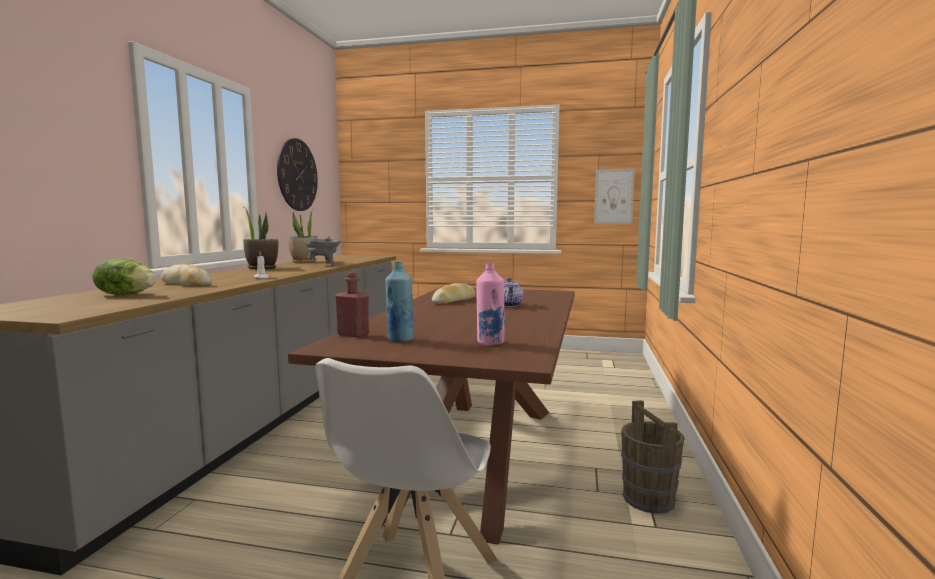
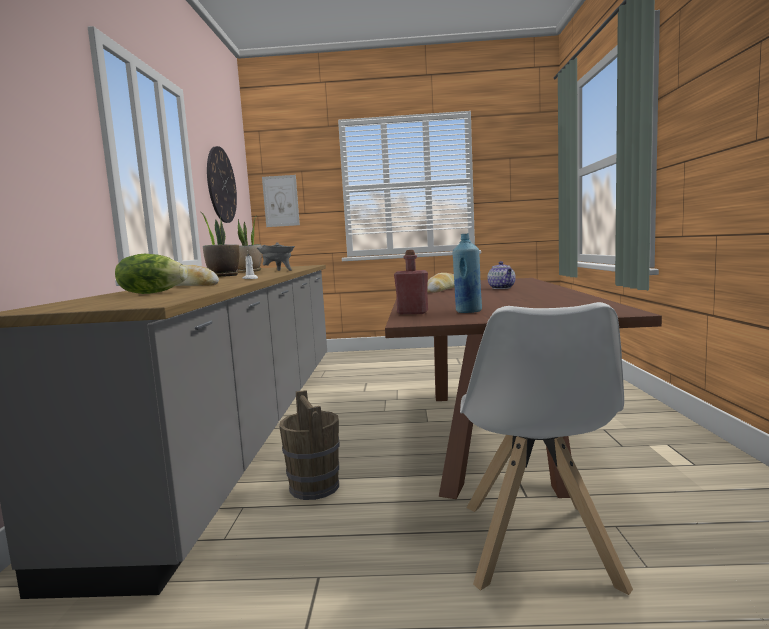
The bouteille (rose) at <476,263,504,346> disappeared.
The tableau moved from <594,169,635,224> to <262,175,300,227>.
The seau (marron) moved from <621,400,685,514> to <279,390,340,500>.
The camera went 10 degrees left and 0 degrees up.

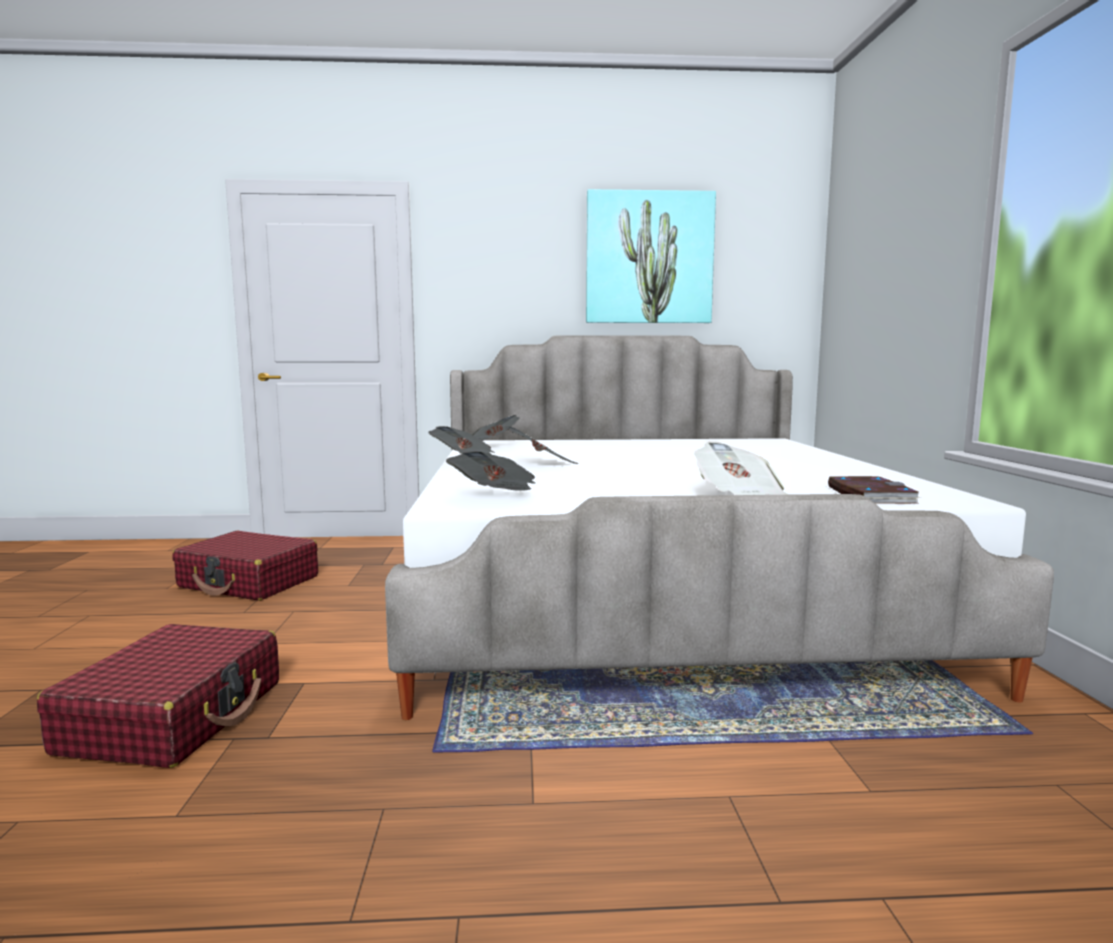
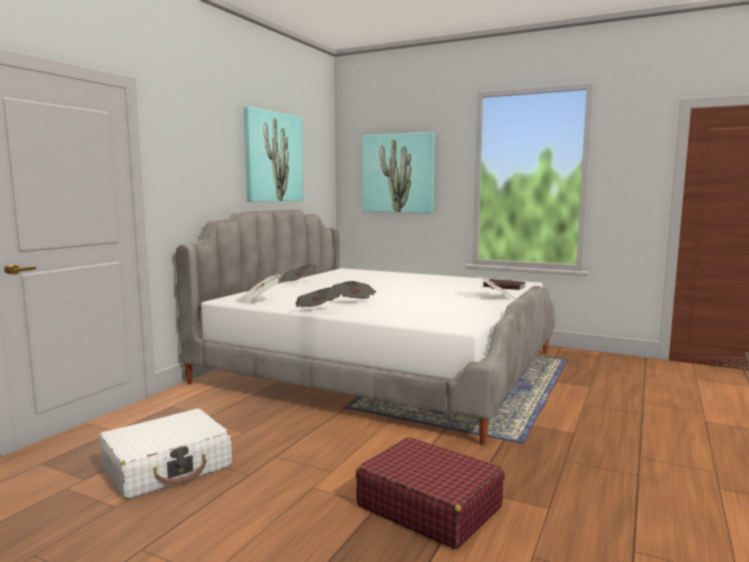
The tableau at <362,132,435,213> appeared.
The journal moved from <446,451,535,491> to <281,264,318,281>.
The valise (rouge) at <172,530,318,601> became the valise (blanc) at <99,409,232,499>.
The camera went 60 degrees left and 0 degrees up.

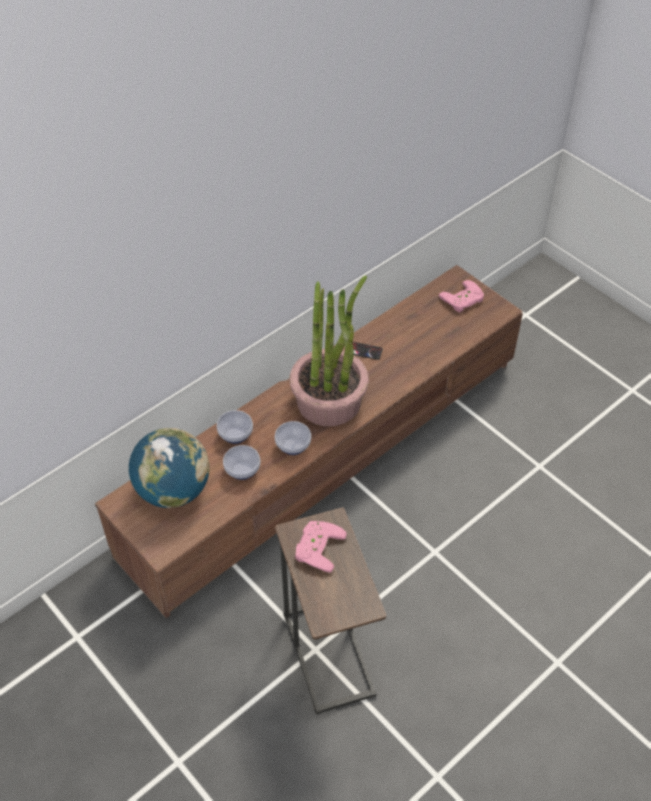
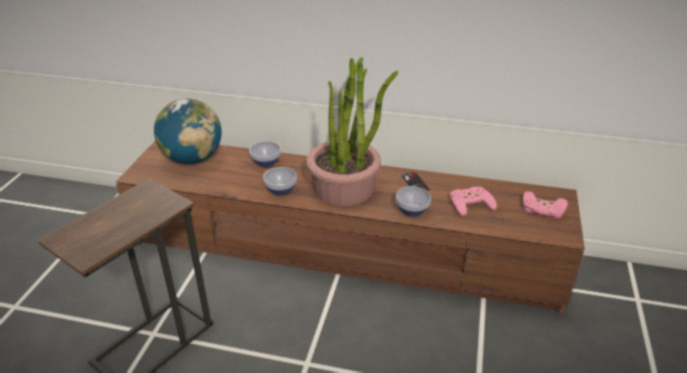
The bol moved from <223,445,260,480> to <396,186,431,217>.
The manette (rose) moved from <295,521,347,573> to <450,187,497,216>.
The camera went 55 degrees right and 15 degrees down.

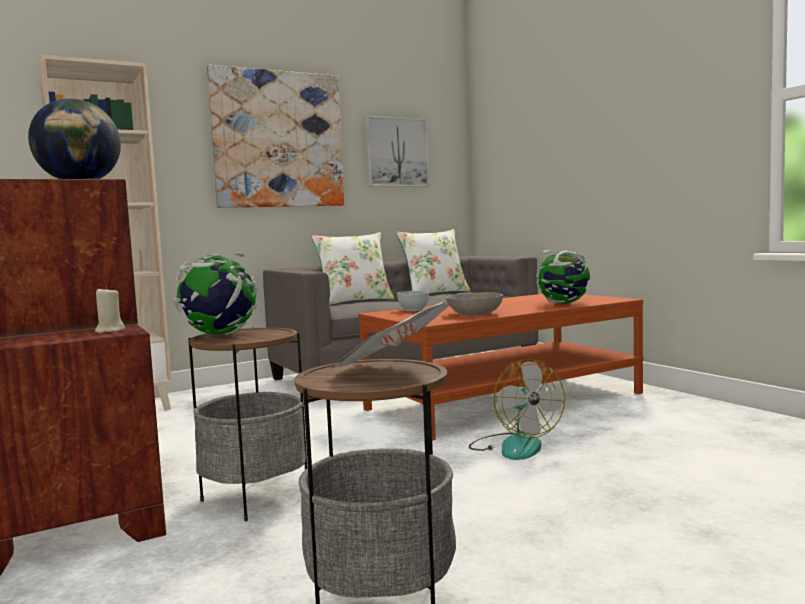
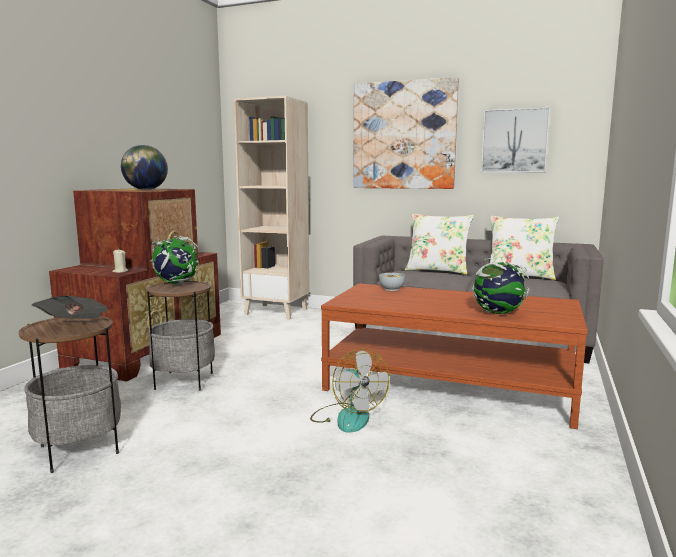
The bol (gris) at <446,292,503,315> disappeared.
The ventilateur at <469,359,565,460> turned 60 degrees counterclockwise.
The camera went 50 degrees right and 5 degrees up.

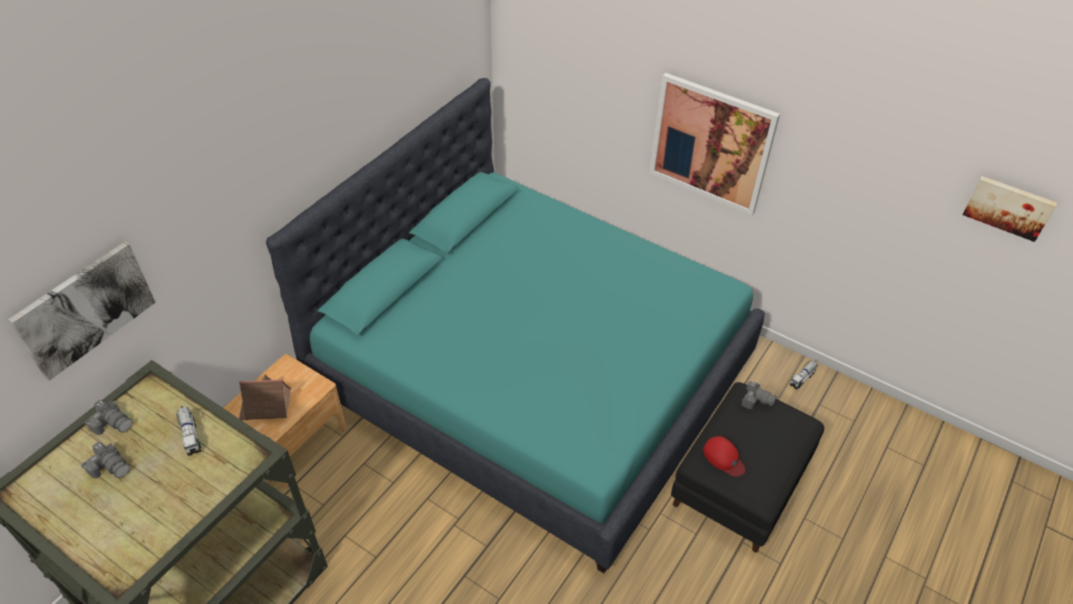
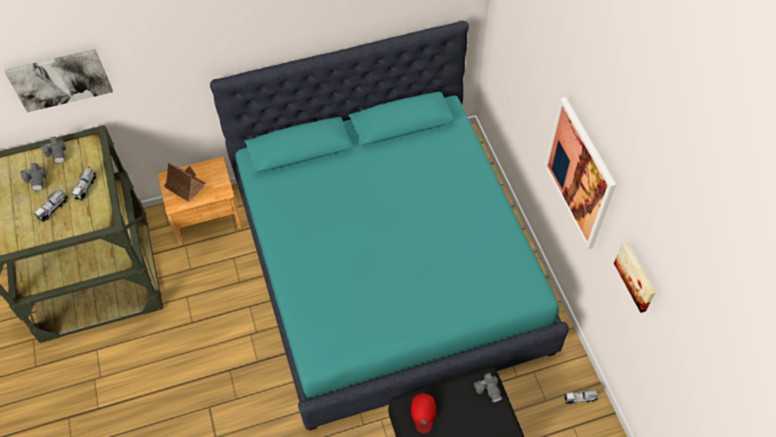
The camion jouet at <34,190,68,222> appeared.
The tableau moved from <963,176,1057,242> to <614,242,656,313>.
The camera went 40 degrees right and 10 degrees up.

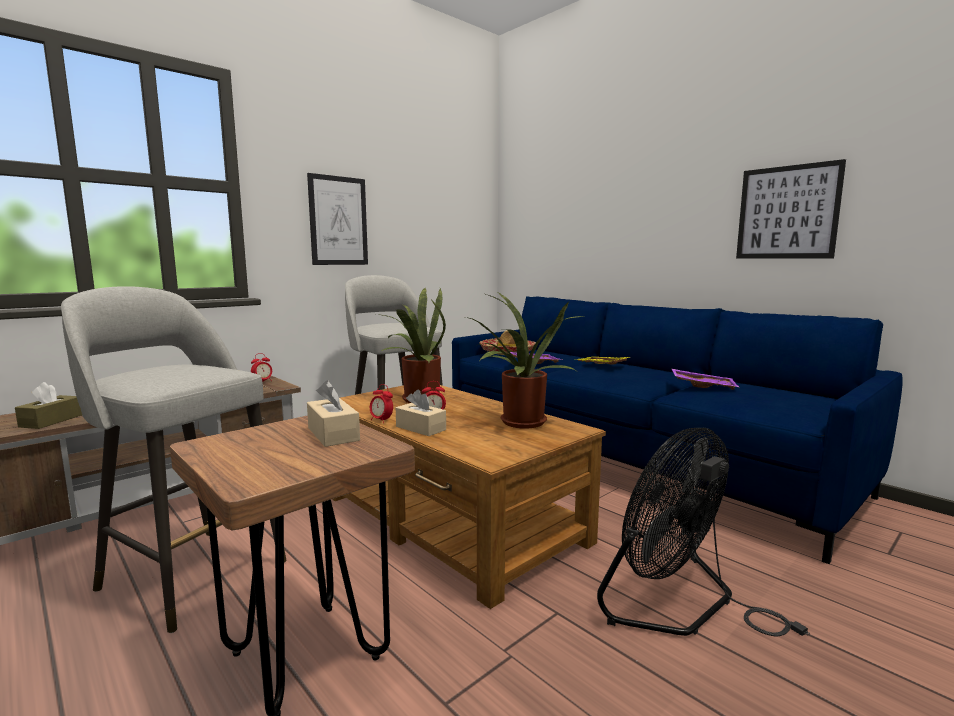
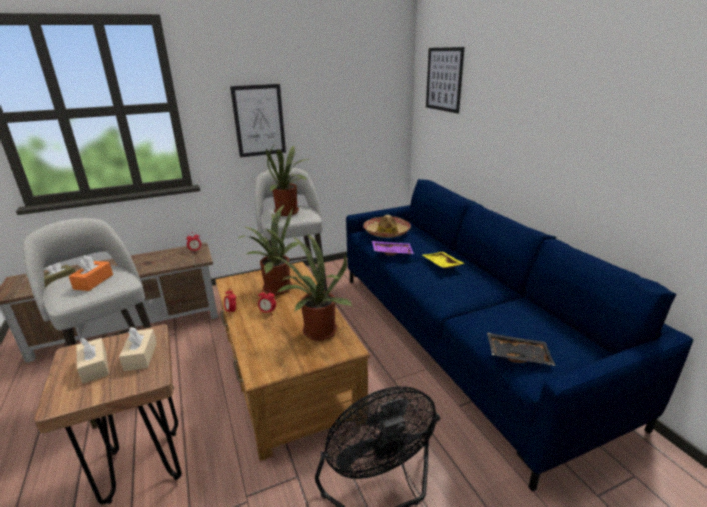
The plateau (violet) at <672,369,739,390> disappeared.
The boîte à mouchoirs (orange) at <69,255,113,291> appeared.
The plante en pot at <266,145,310,216> appeared.
The plateau (noir) at <487,333,555,366> appeared.
The boîte à mouchoirs (beige) moved from <396,390,446,436> to <76,338,109,383>.
The tableau moved from <736,159,846,259> to <426,47,464,113>.
The camera went 20 degrees right and 15 degrees up.

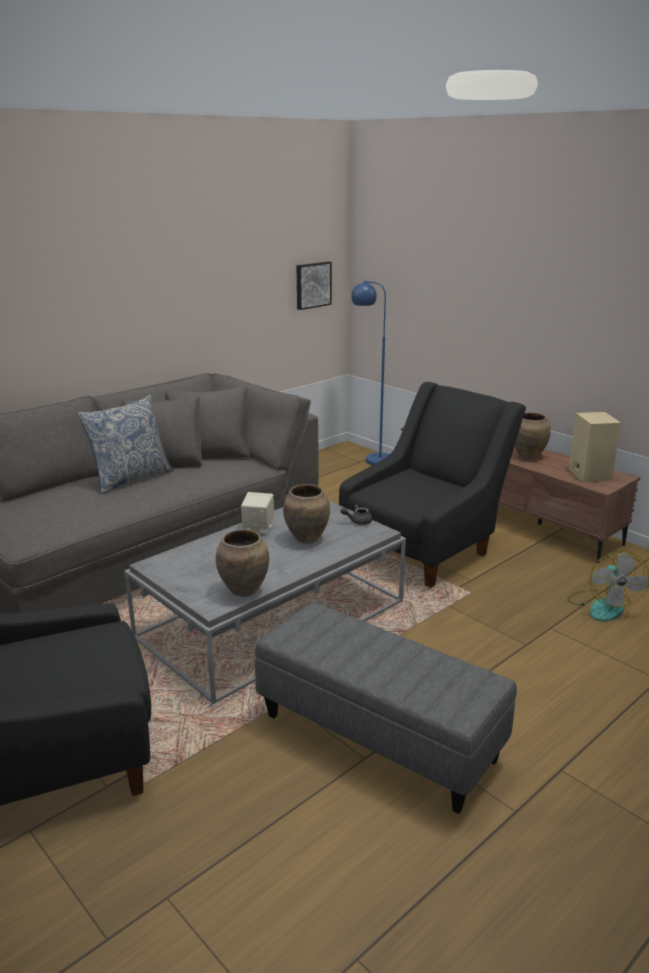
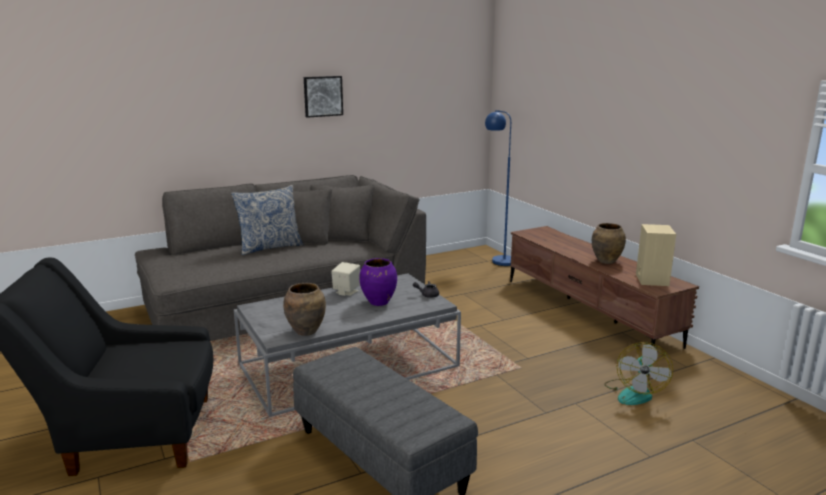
The fauteuil (noir) at <339,382,526,588> disappeared.
The tableau moved from <297,262,332,310> to <304,76,343,118>.
The vase (marron) at <283,484,330,544> became the vase (violet) at <359,258,397,306>.
The camera went 15 degrees right and 5 degrees down.

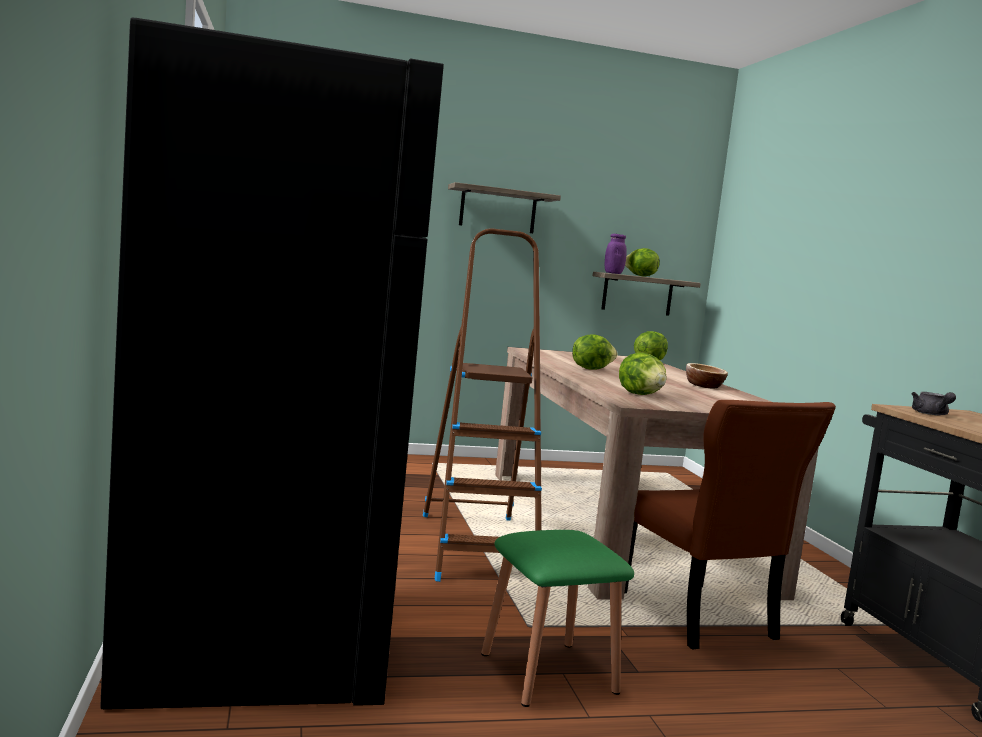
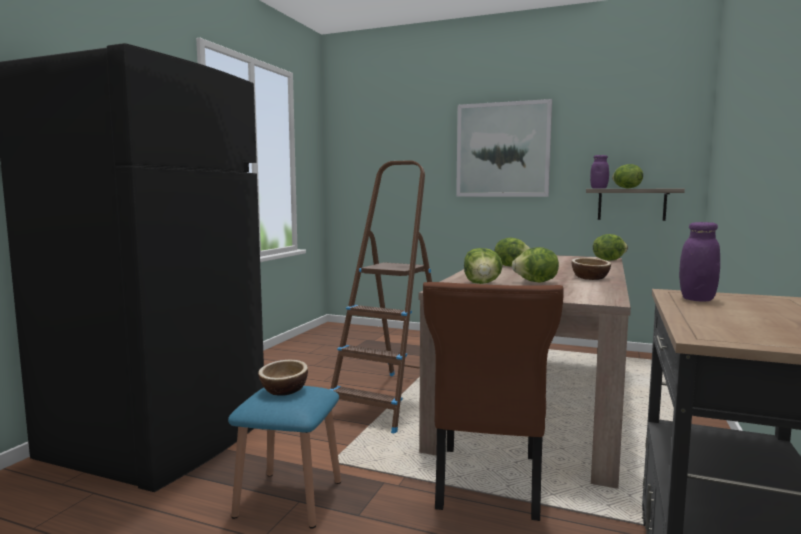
The bol at <258,360,308,396> appeared.
The laitue at <512,247,559,283> appeared.
The étagère at <448,182,561,233> was replaced by the tableau at <456,99,552,197>.
The théière (gris) at <912,392,956,416> was replaced by the bocal (violet) at <679,222,720,301>.
The tabouret (vert) at <481,530,634,707> became the tabouret (bleu) at <228,386,341,528>.
The camera went 35 degrees right and 0 degrees up.

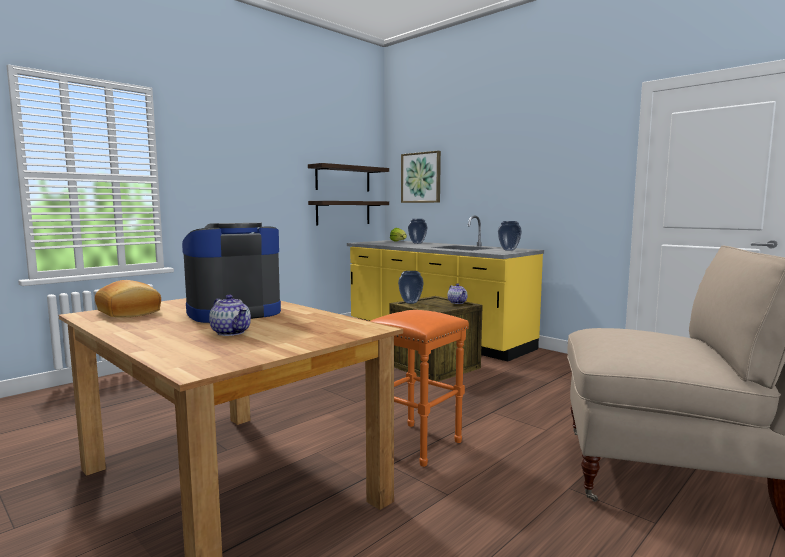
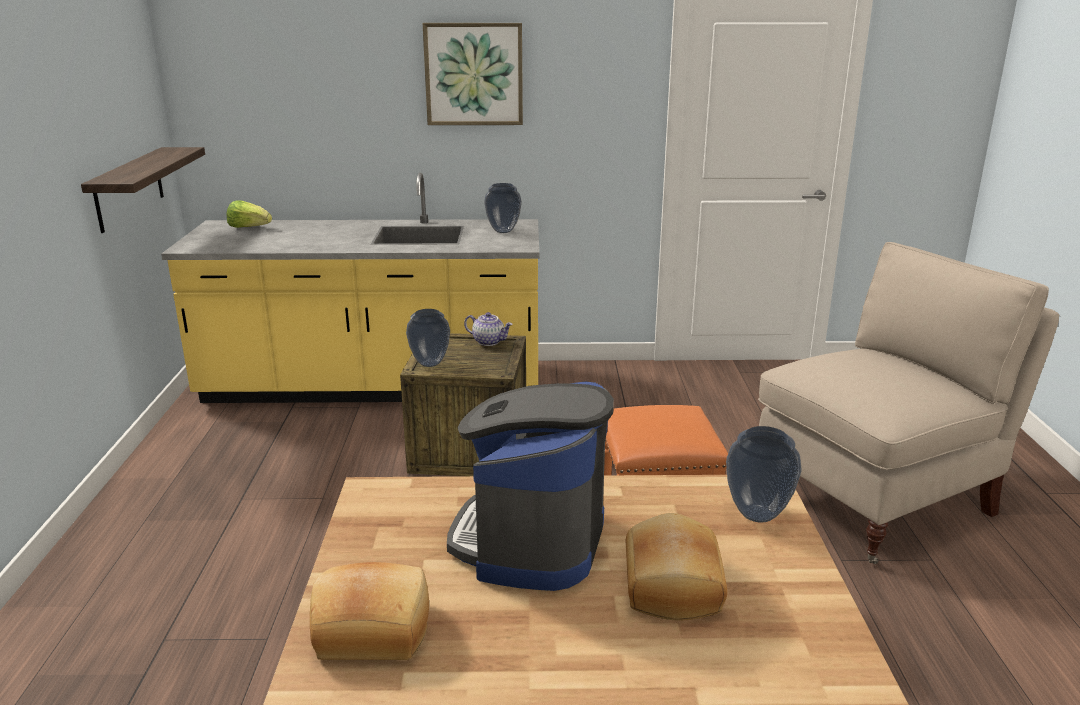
The étagère at <308,163,389,191> disappeared.
The tableau moved from <401,151,441,203> to <423,23,523,125>.
The vase moved from <408,219,427,244> to <726,426,801,522>.
The théière at <209,295,251,336> was replaced by the pain at <626,513,727,620>.
The camera went 45 degrees left and 15 degrees up.

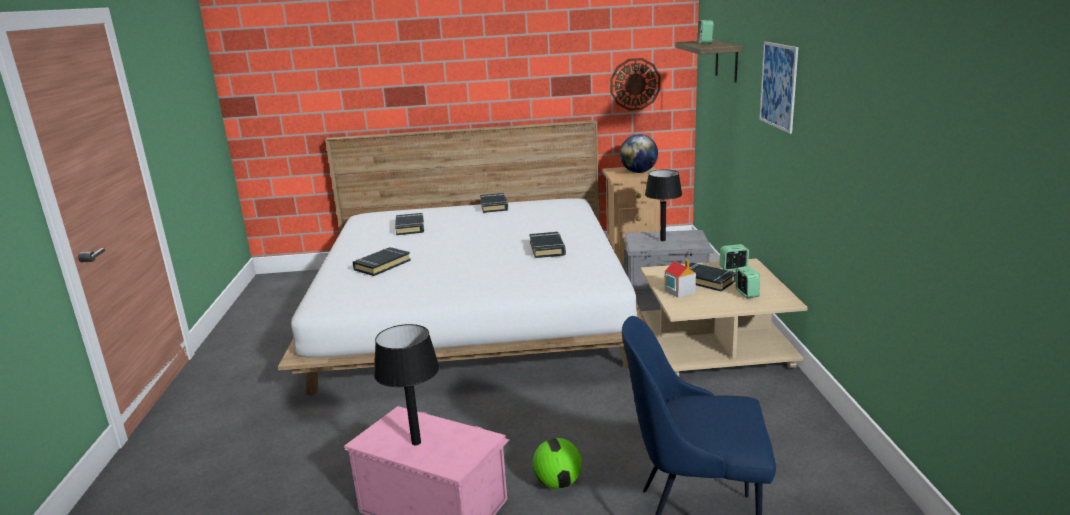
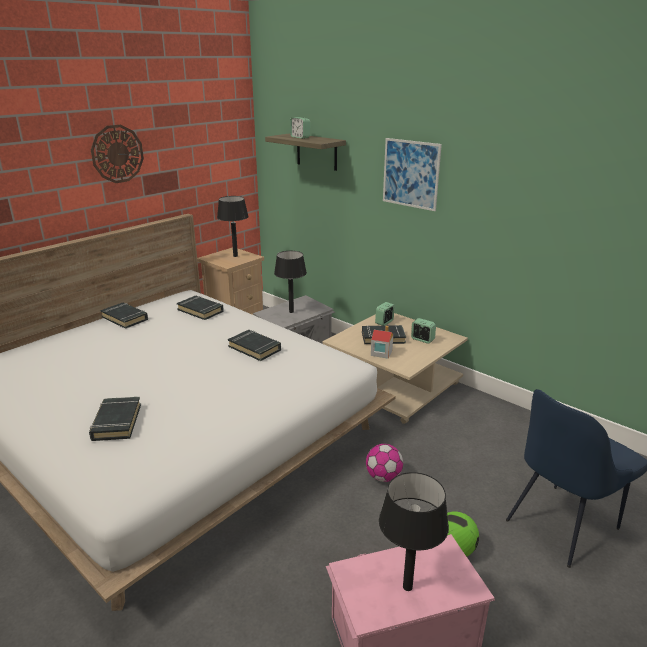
The ballon de foot at <366,444,403,482> appeared.
The livre (noir) moved from <395,213,424,235> to <177,296,224,320>.
The horloge murale moved from <610,58,661,111> to <91,124,144,183>.
The globe at <620,134,658,173> was replaced by the lampe de table (noir) at <217,196,249,257>.
The camera went 45 degrees left and 5 degrees up.

